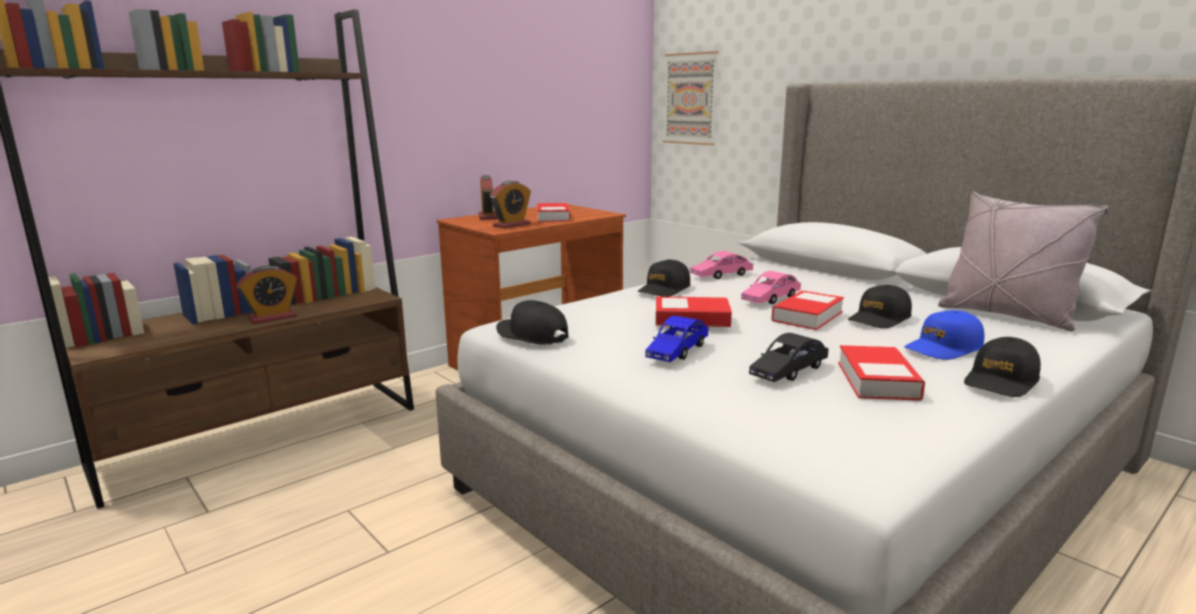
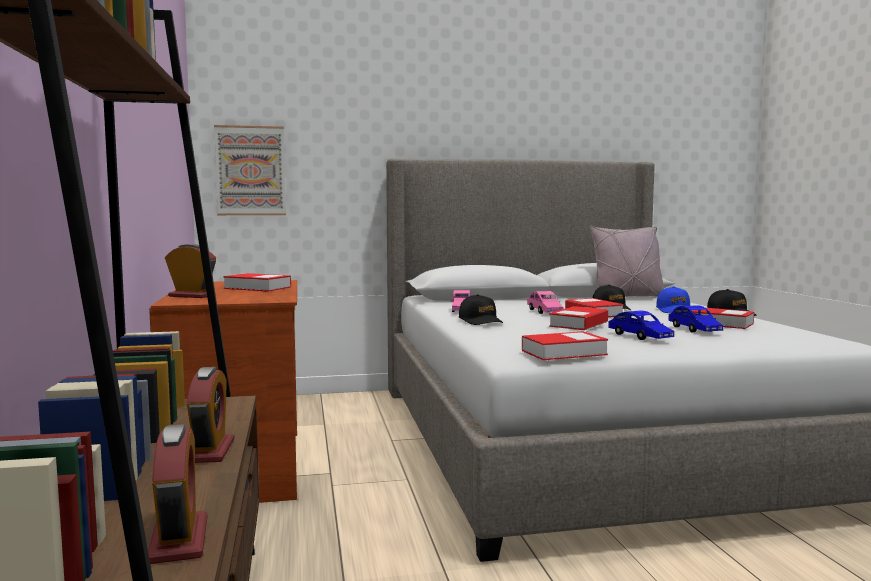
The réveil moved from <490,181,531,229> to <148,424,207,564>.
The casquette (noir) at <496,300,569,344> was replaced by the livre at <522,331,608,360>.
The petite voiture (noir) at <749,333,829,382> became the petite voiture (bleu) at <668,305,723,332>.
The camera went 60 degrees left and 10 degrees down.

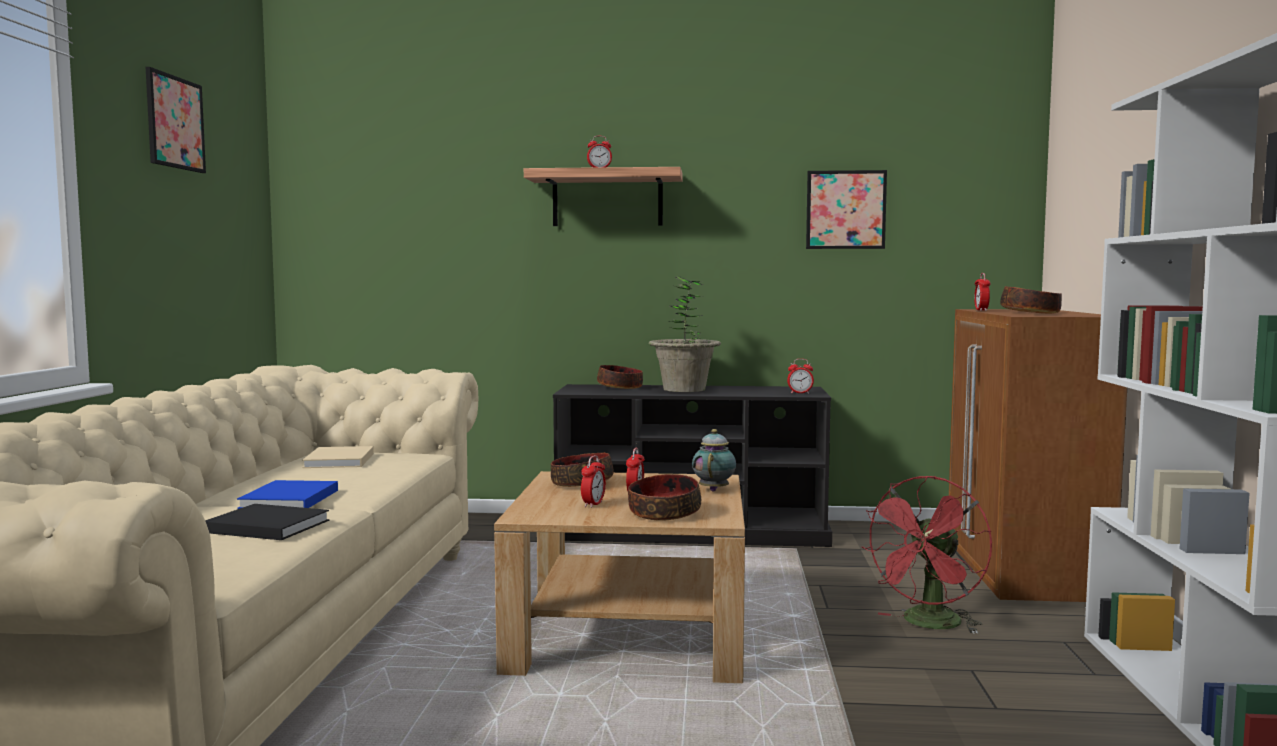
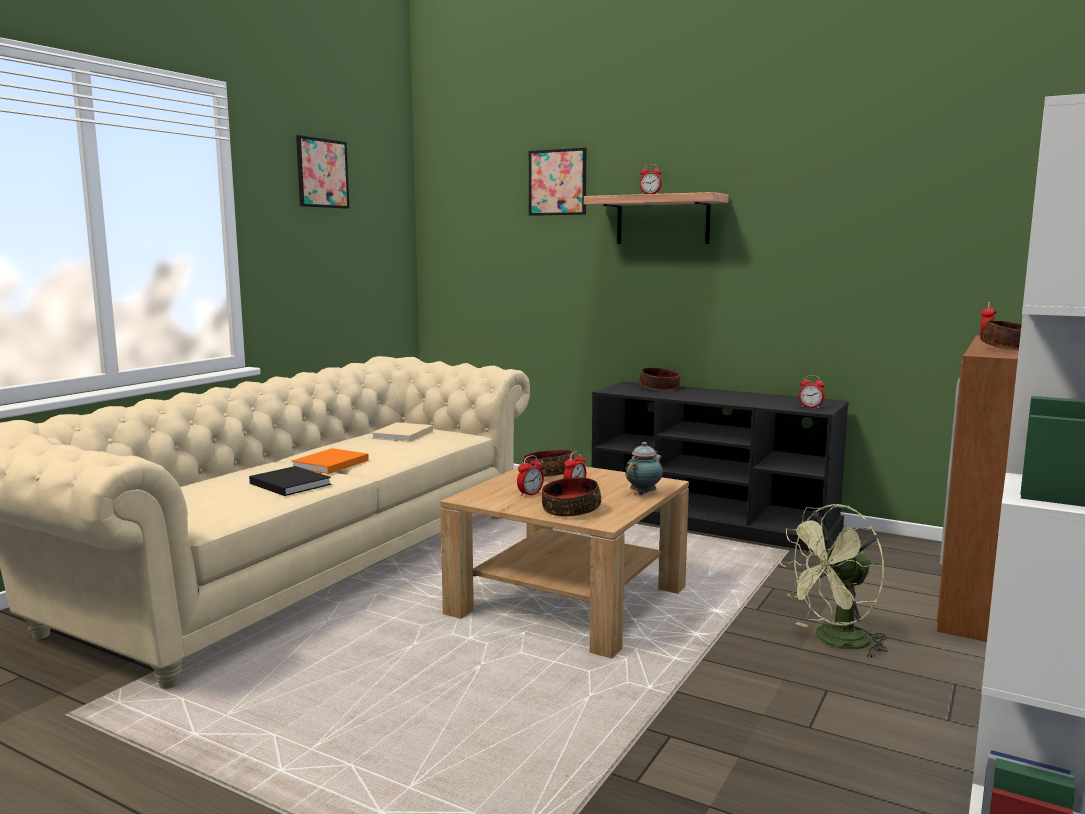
The plante en pot at <649,277,721,392> disappeared.
The tableau moved from <806,170,887,249> to <529,148,586,216>.
The livre (bleu) at <237,480,338,509> became the livre (orange) at <291,448,369,474>.
The ventilateur (rouge) at <862,476,992,634> became the ventilateur (vert) at <779,504,888,659>.
The camera went 25 degrees right and 5 degrees up.

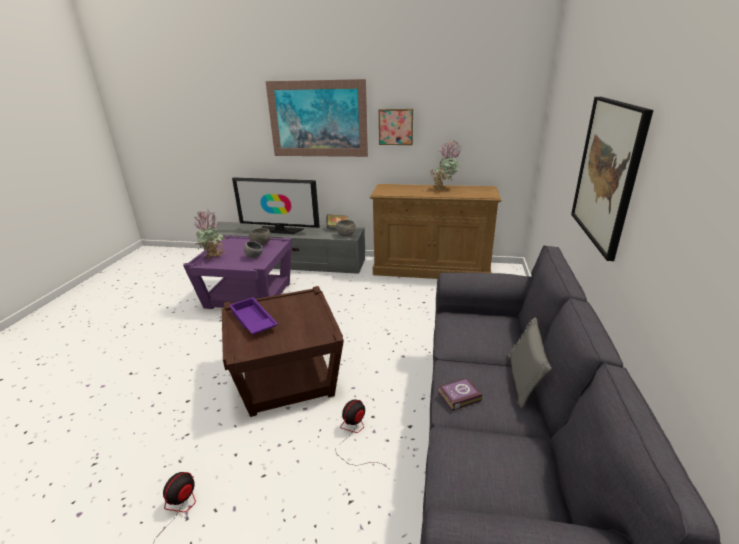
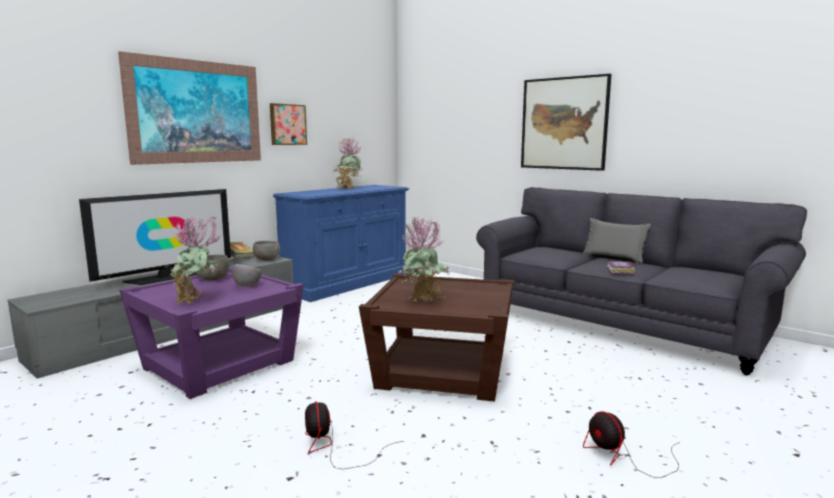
The ventilateur moved from <335,400,388,468> to <305,401,403,469>.
The plateau (violet) at <229,297,278,334> was replaced by the plante en pot at <399,217,450,302>.
The meuble de rangement (marron) at <370,184,502,279> became the meuble de rangement (bleu) at <273,185,409,302>.
The camera went 60 degrees left and 15 degrees down.

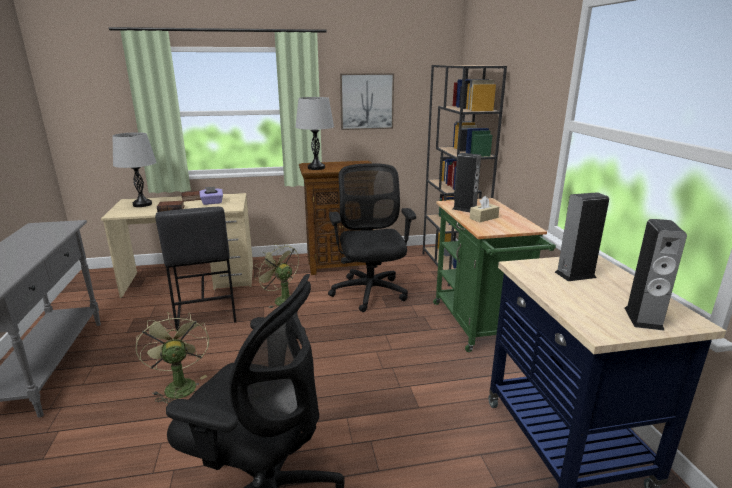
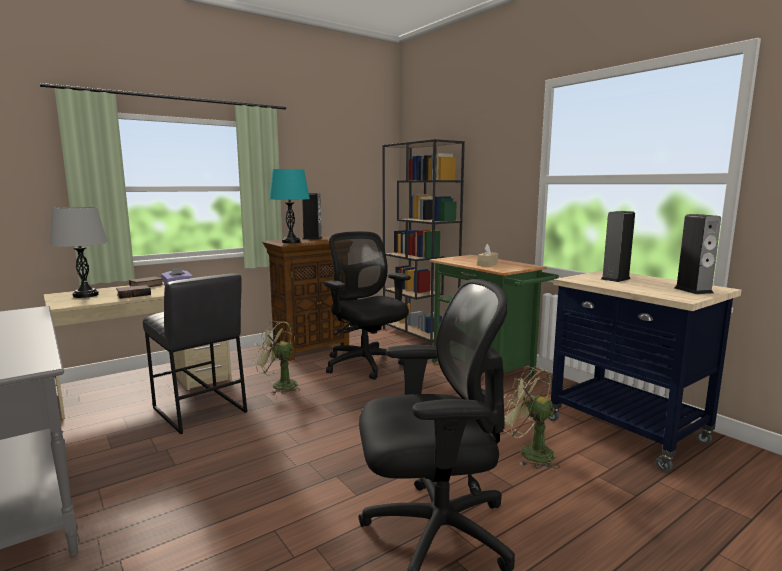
The tableau at <340,73,394,130> disappeared.
The ventilateur (vert) moved from <136,312,209,404> to <503,366,560,469>.
The enceinte moved from <453,153,481,212> to <302,193,322,240>.
The lampe de table (gris) at <295,97,334,170> became the lampe de table (turquoise) at <269,169,310,243>.
The camera went 25 degrees left and 10 degrees down.

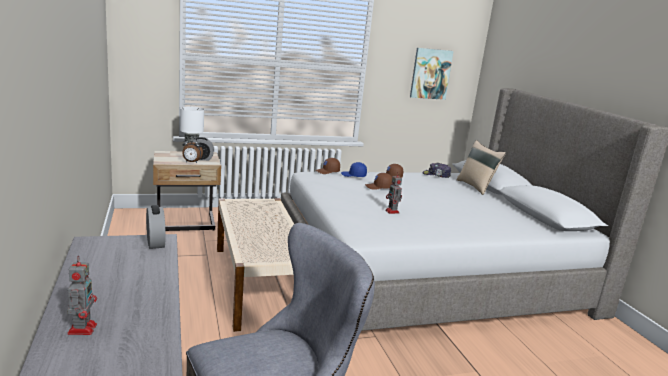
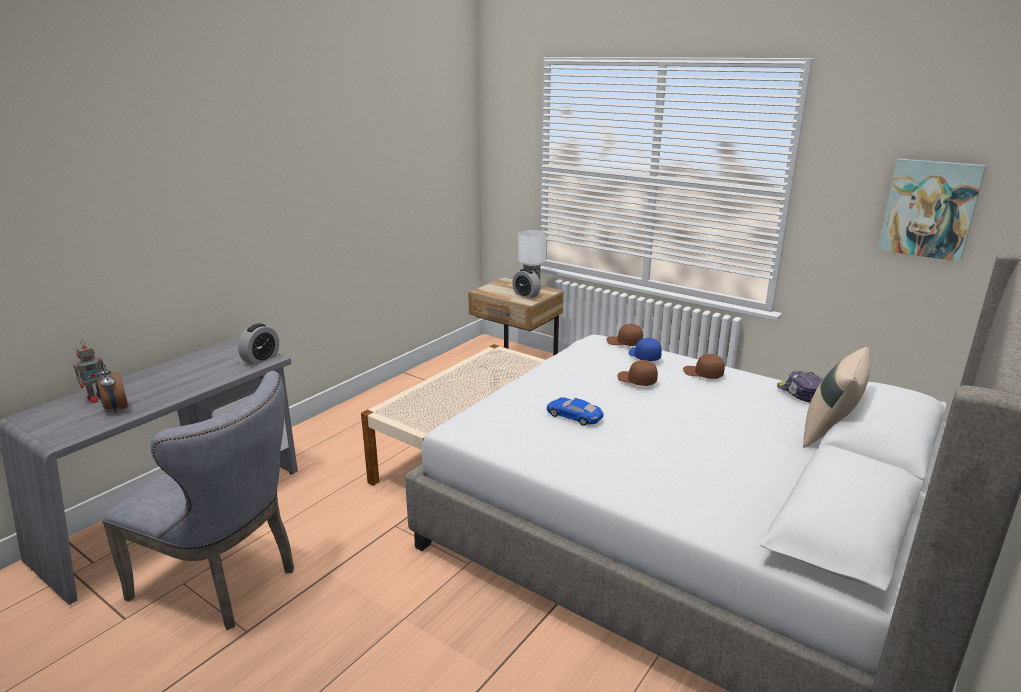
The réveil moved from <182,137,203,163> to <97,363,128,413>.
The robot jouet at <385,173,402,214> was replaced by the petite voiture (bleu) at <547,397,604,426>.
The camera went 55 degrees right and 5 degrees up.

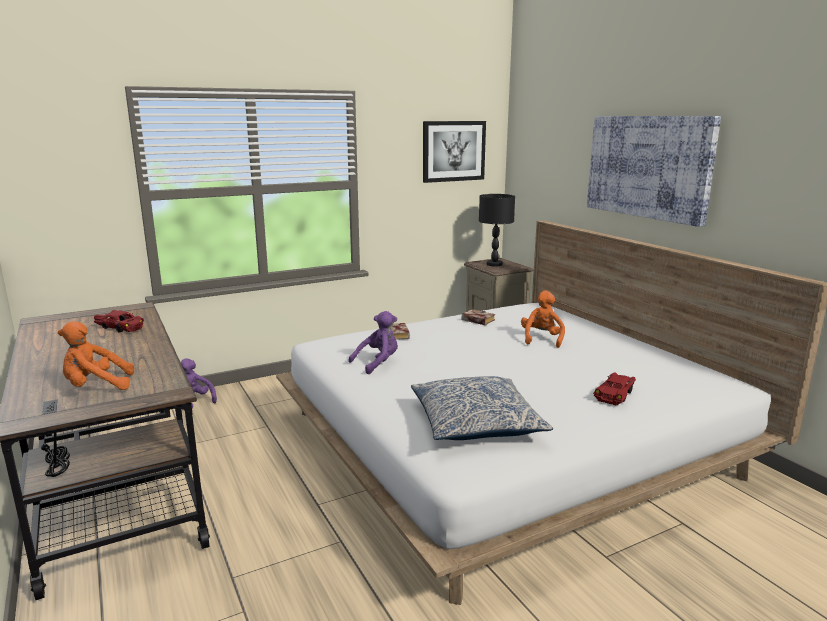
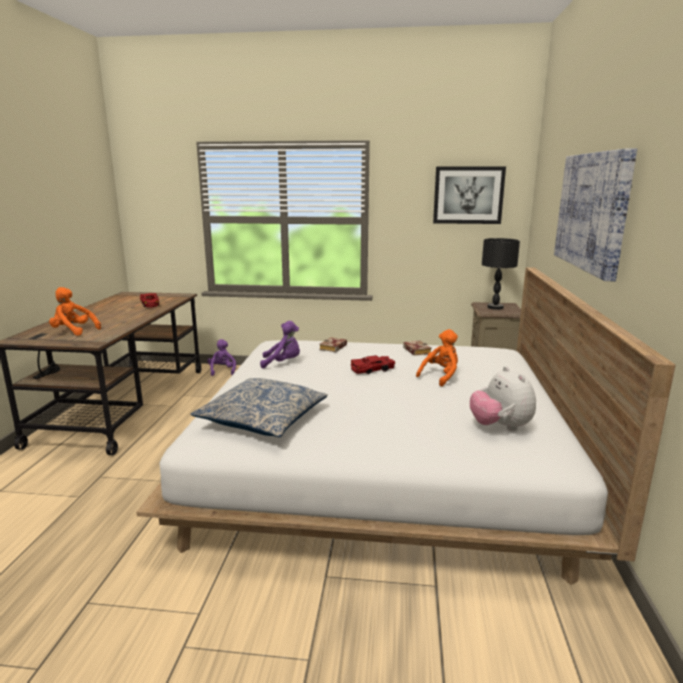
The peluche at <470,366,536,431> appeared.
The petite voiture (rouge) moved from <593,372,636,406> to <351,355,395,374>.
The camera went 35 degrees right and 0 degrees up.

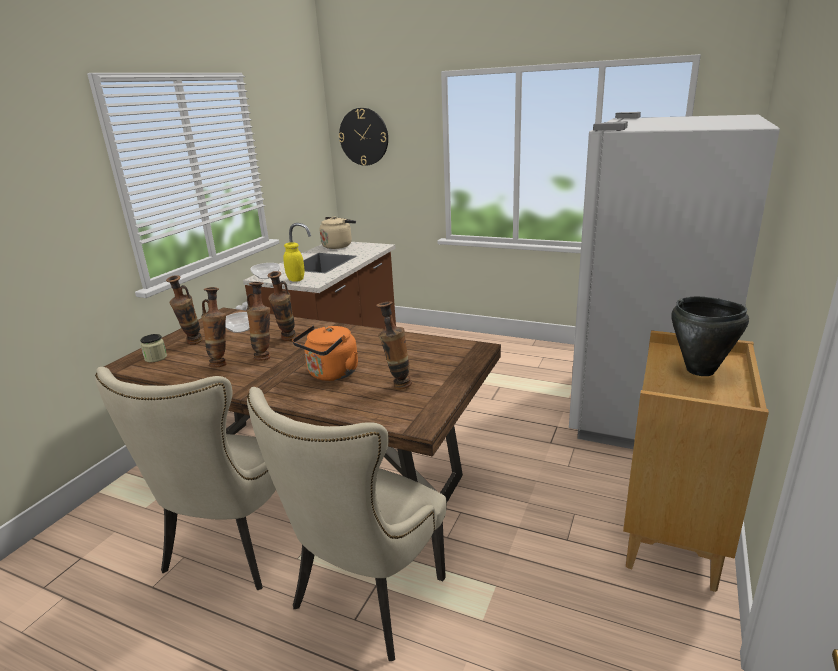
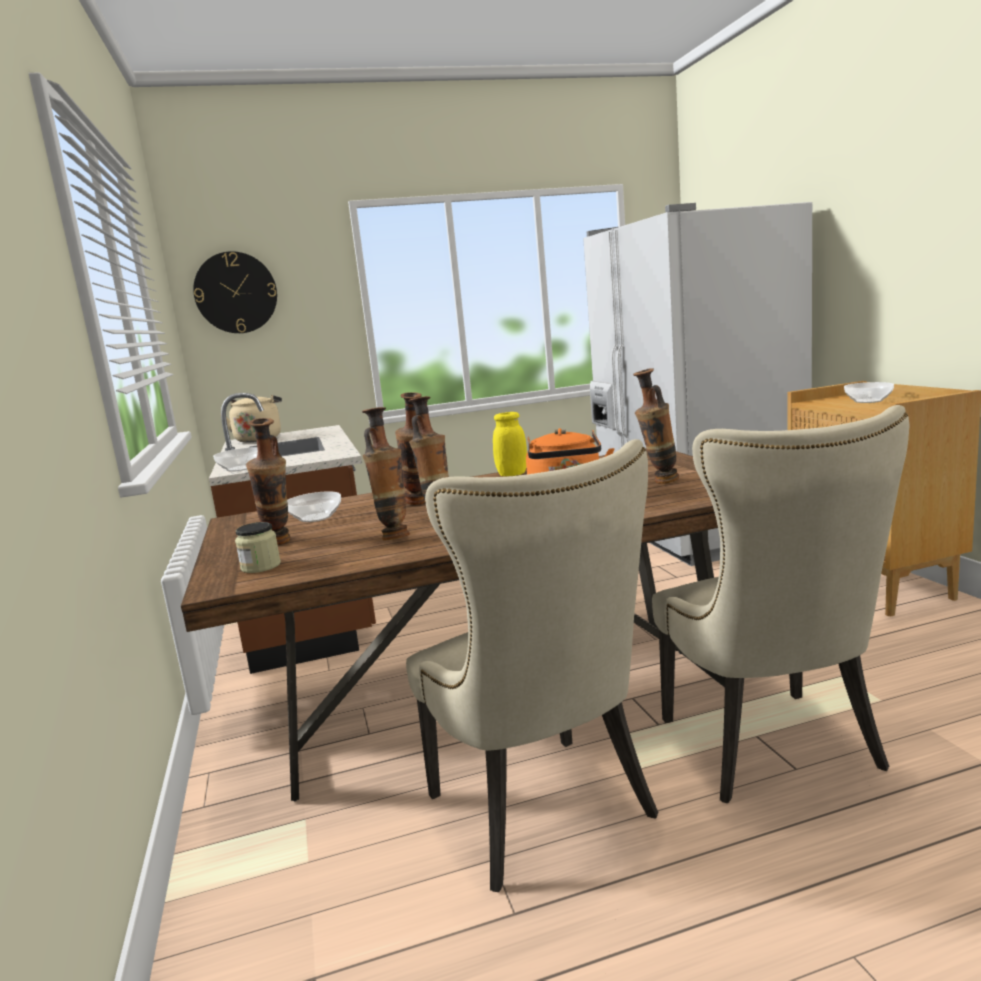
The bocal (jaune) moved from <283,242,305,282> to <493,412,527,476>.
The marmite (noir) at <671,297,749,376> was replaced by the bol at <844,382,894,403>.
The camera went 40 degrees left and 10 degrees down.

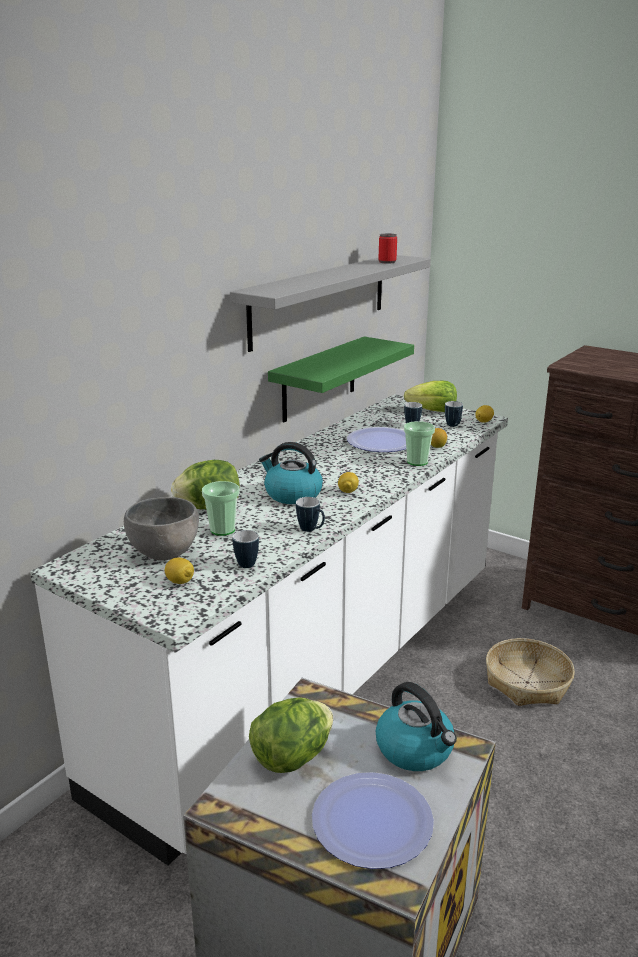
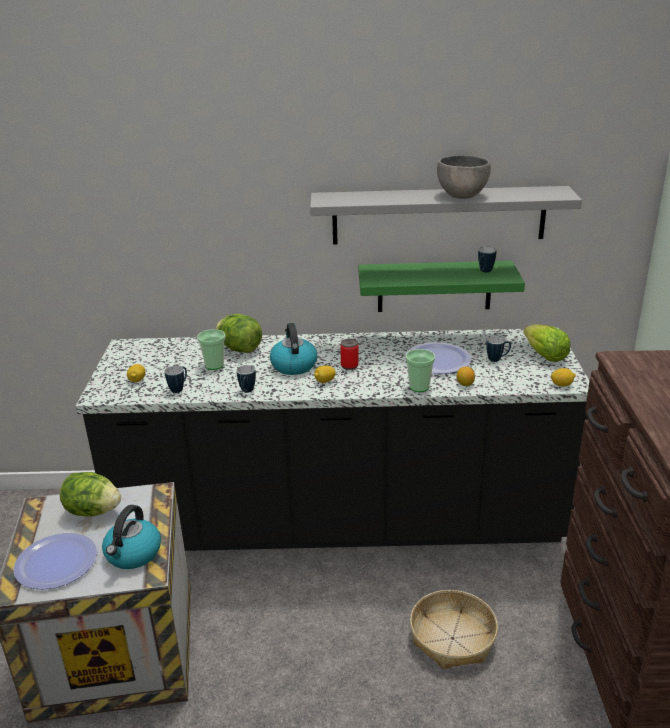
The bol (gris) moved from <124,497,199,560> to <437,155,491,199>.
The boîte métallique moved from <378,234,397,264> to <340,339,359,370>.
The mug moved from <445,401,463,427> to <478,247,496,272>.
The comptoir de cuisine (blanc) at <30,394,508,865> became the comptoir de cuisine (noir) at <76,328,589,551>.
The camera went 55 degrees right and 5 degrees up.

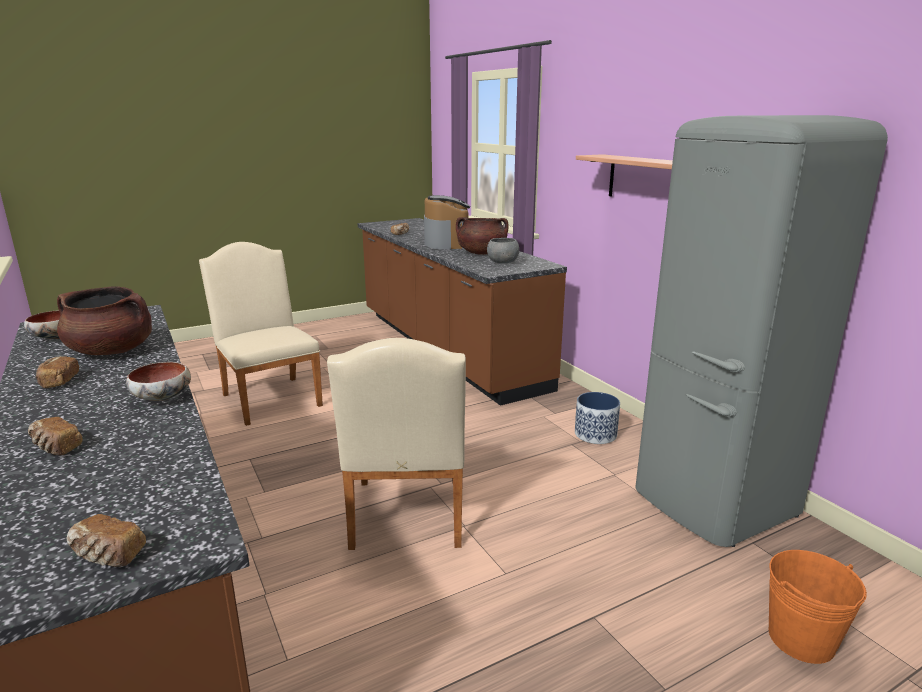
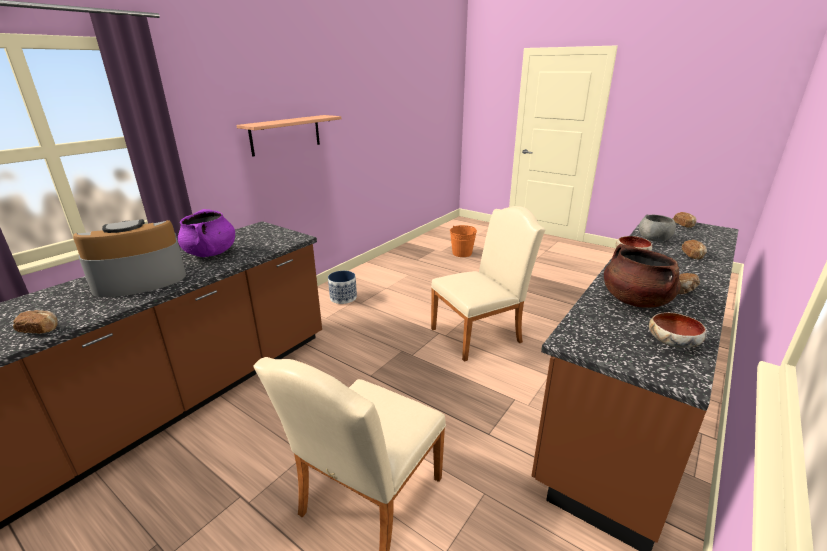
The réfrigérateur (gris) at <635,115,888,547> disappeared.
The bol (gris) moved from <487,238,519,264> to <639,215,676,242>.
The marmite (marron) at <456,217,509,255> became the marmite (violet) at <178,209,235,257>.
The camera went 115 degrees left and 5 degrees up.

